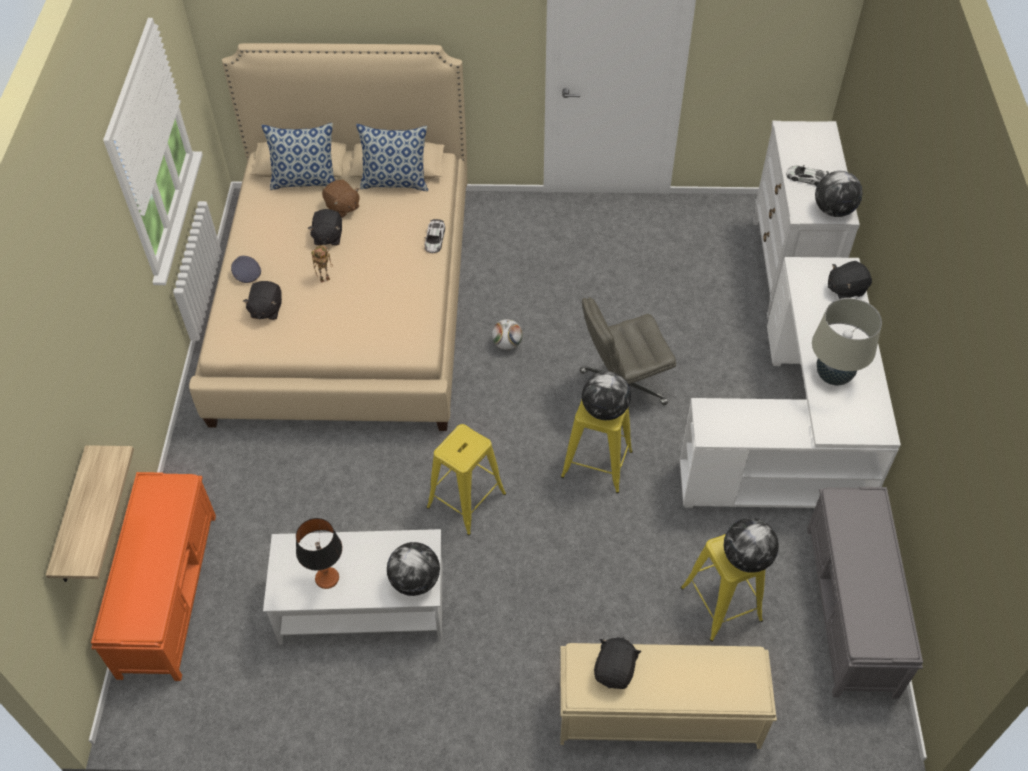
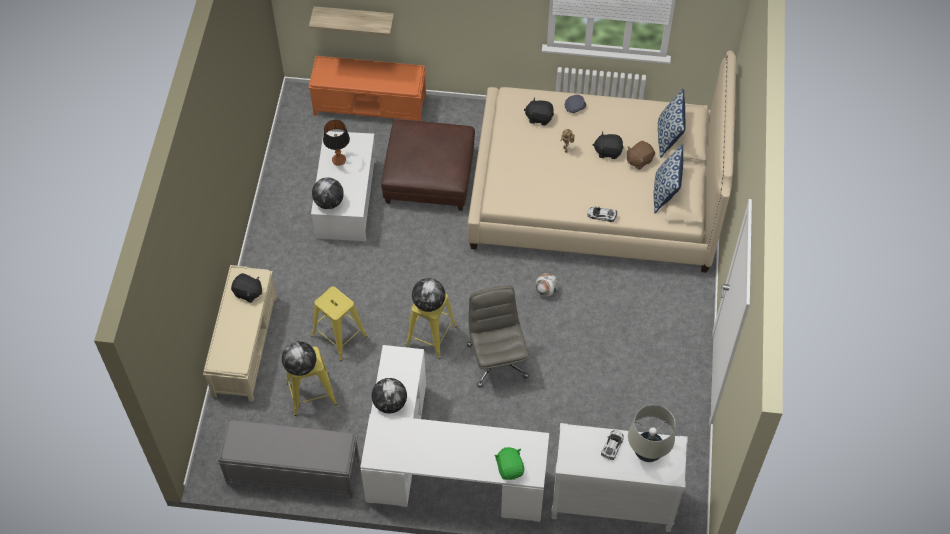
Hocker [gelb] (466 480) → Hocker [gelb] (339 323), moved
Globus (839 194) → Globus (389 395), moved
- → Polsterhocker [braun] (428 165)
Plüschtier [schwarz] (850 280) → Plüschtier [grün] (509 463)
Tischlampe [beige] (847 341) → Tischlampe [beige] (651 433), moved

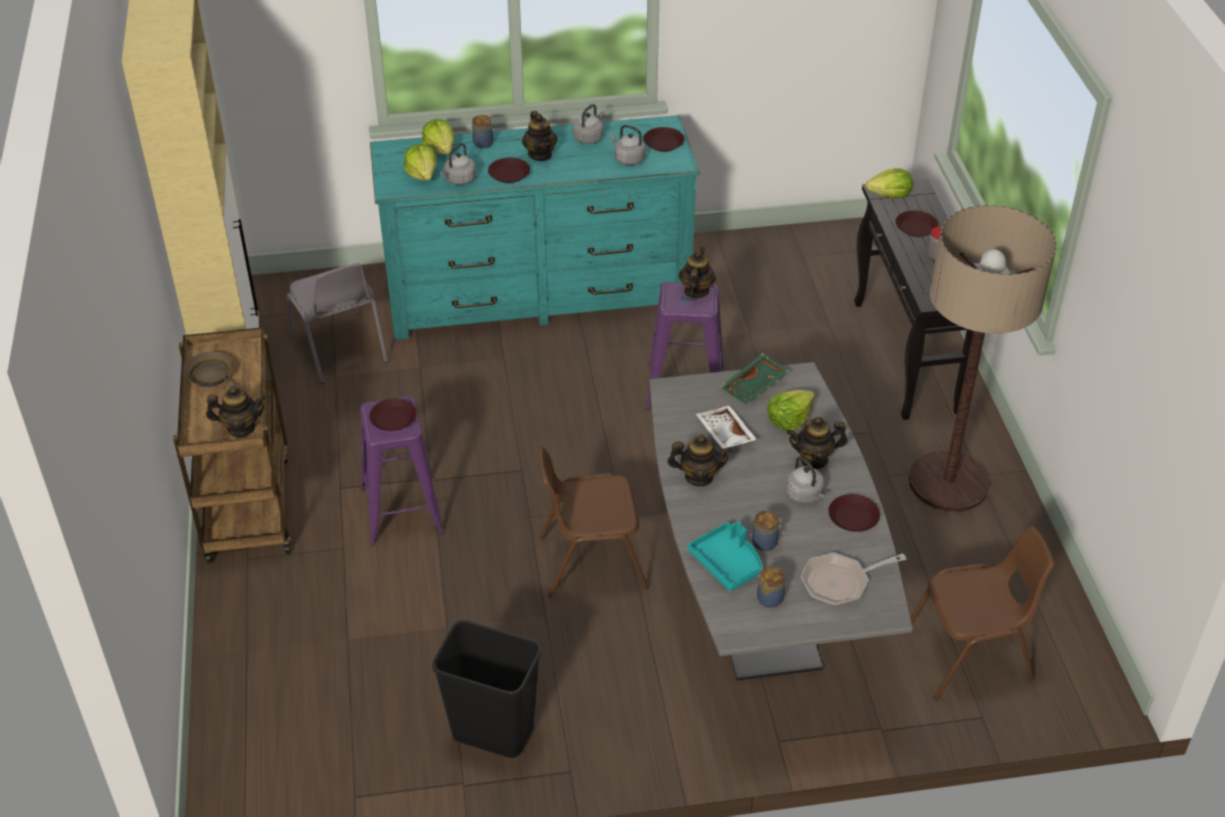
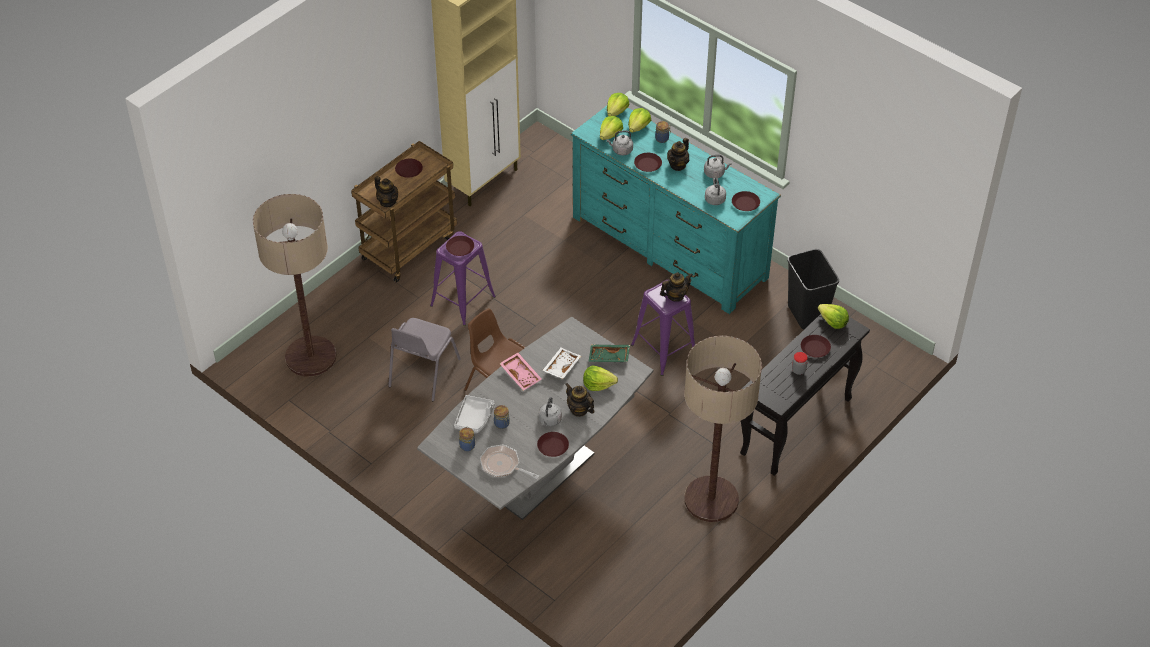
- → Stehlampe (295 285)
Stuhl [grau] (337 323) → Stuhl [grau] (424 359), moved
Pfanne [braun] (218 375) → Teller [braun] (409 168)
Tablett [türkis] (725 556) → Tablett [grau] (474 414)
Teekanne (699 460) → Tablett [rosa] (520 372)
- → Salatkopf (618 104)
Mülleimer [schwarz] (487 689) → Mülleimer [schwarz] (813 289), moved
Stuhl [braun] (982 613) → -

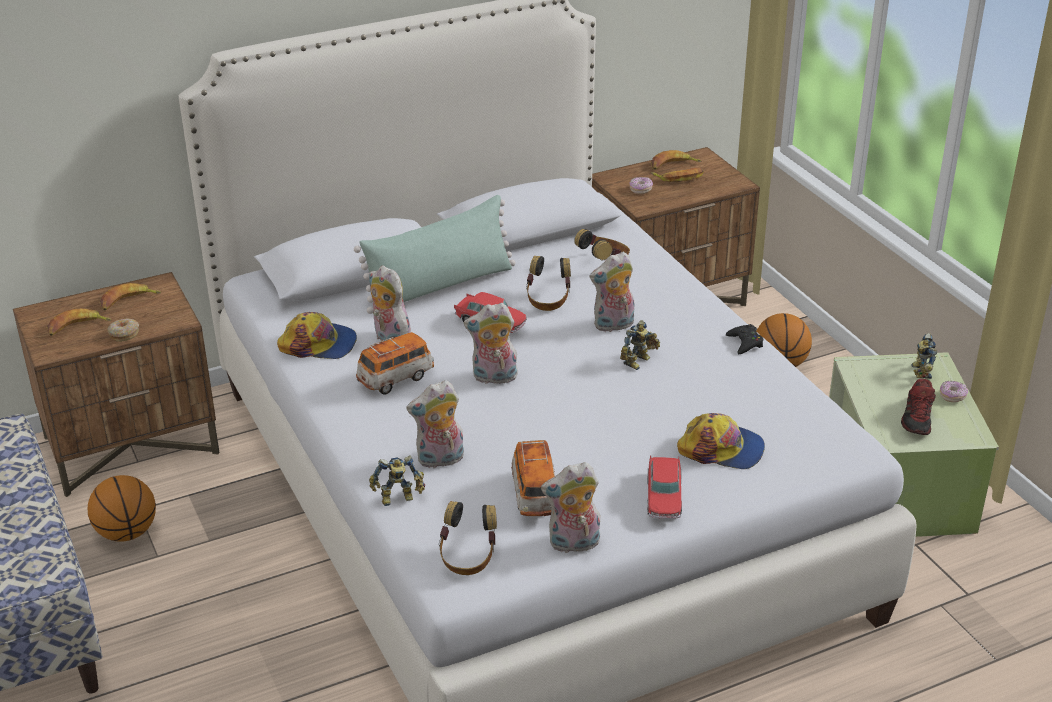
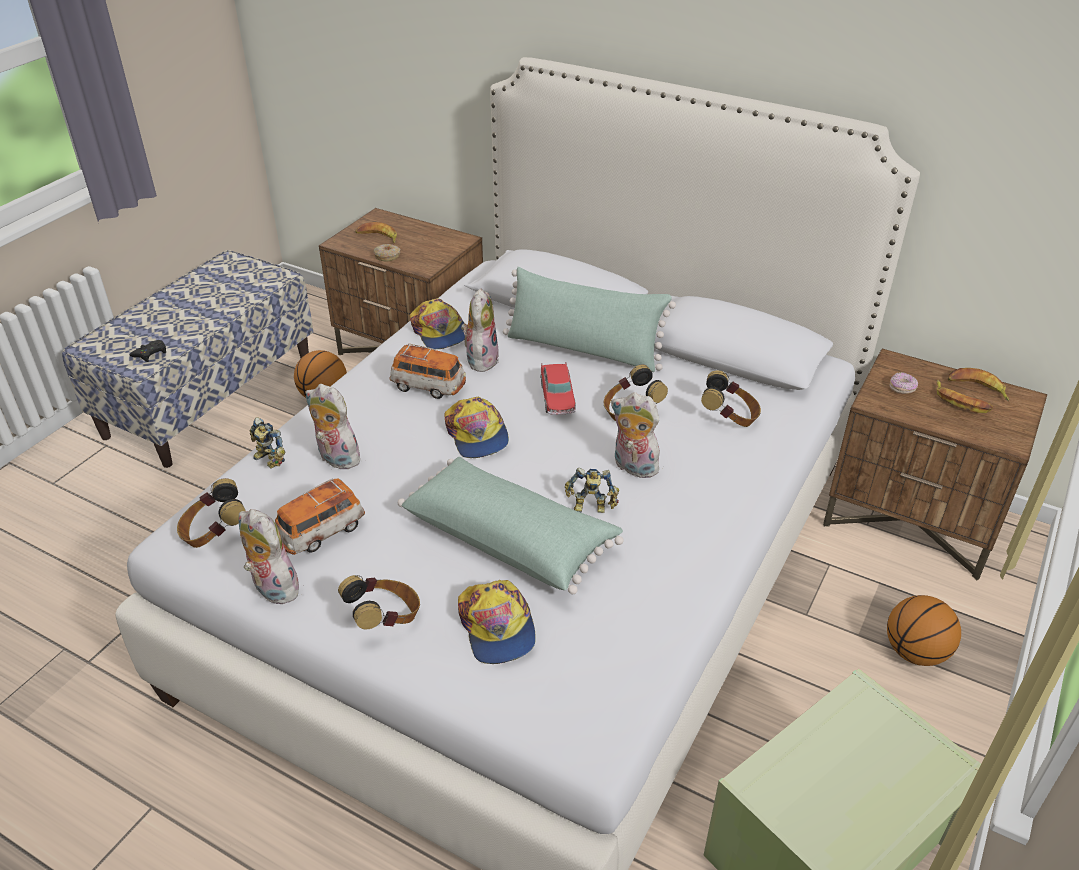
Gamepad [schwarz] (744 339) → Gamepad [schwarz] (148 351), moved
Spielzeugauto (664 487) → Kopfhörer (379 602)
- → Kissen [grün] (511 525)
Plüschtier (492 343) → Kappe (476 427)
Banane (130 296) → -
Schuh (918 407) → -
Spielzeugroboter (924 356) → -
Donut (954 391) → -

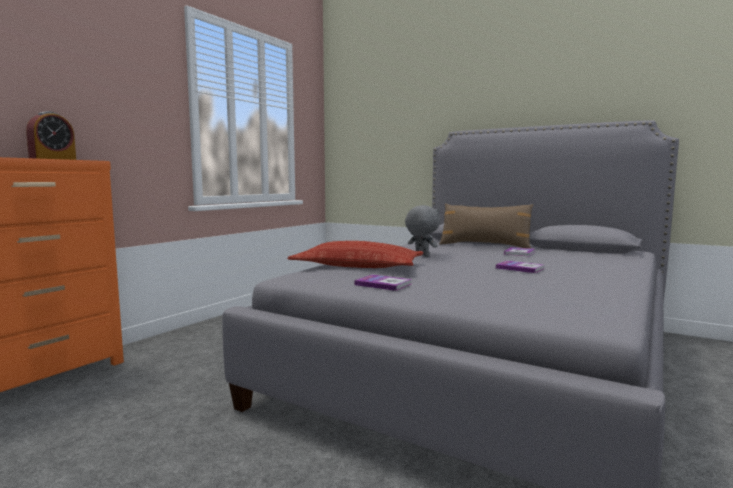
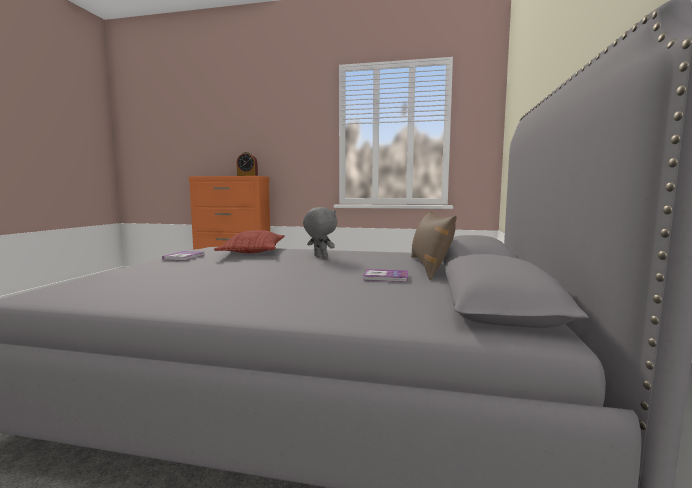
Plüschtier [grau] (422 231) → Plüschtier [grau] (320 232), 75 degrees counterclockwise
Buch (520 267) → -

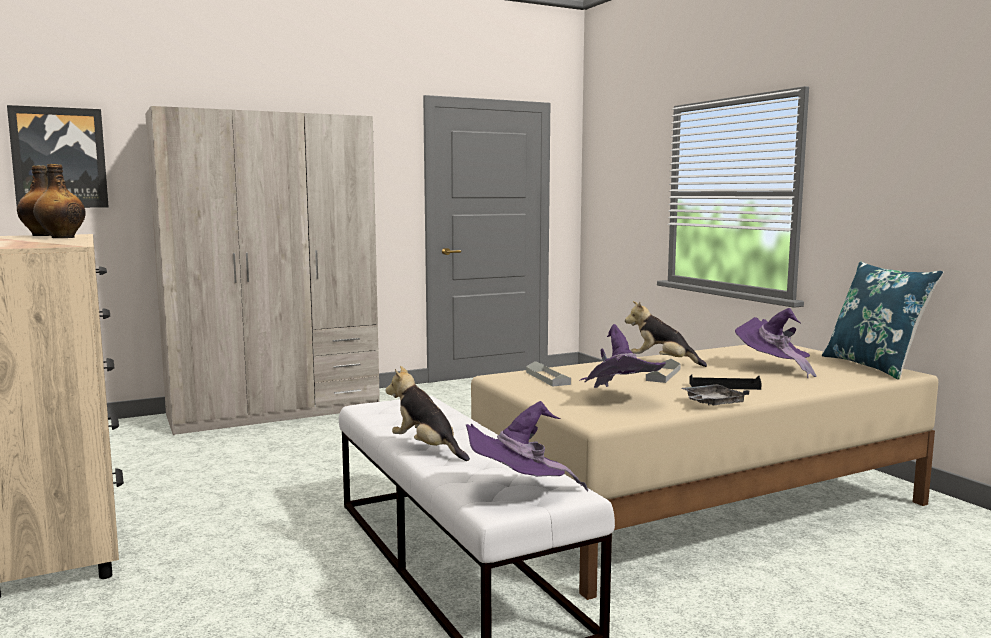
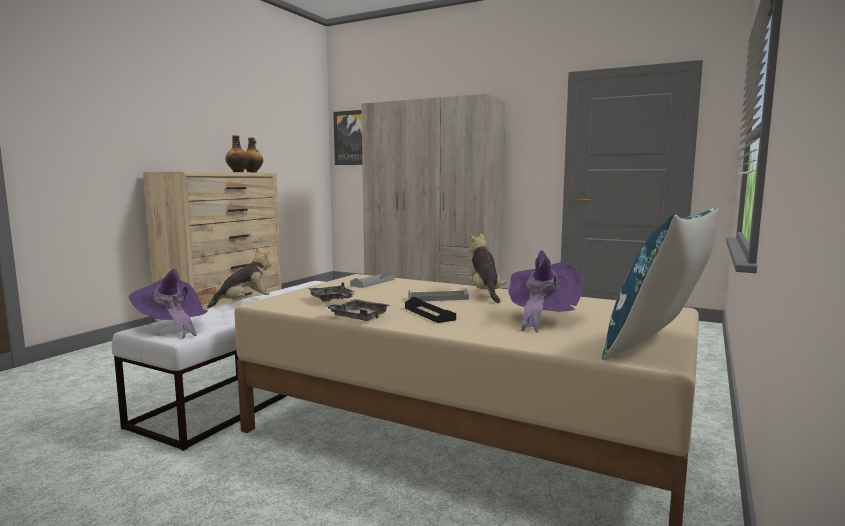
Plüschtier (428 413) → Plüschtier (239 279), 45 degrees clockwise
Hut [lila] (622 356) → Tablett [grau] (331 292)

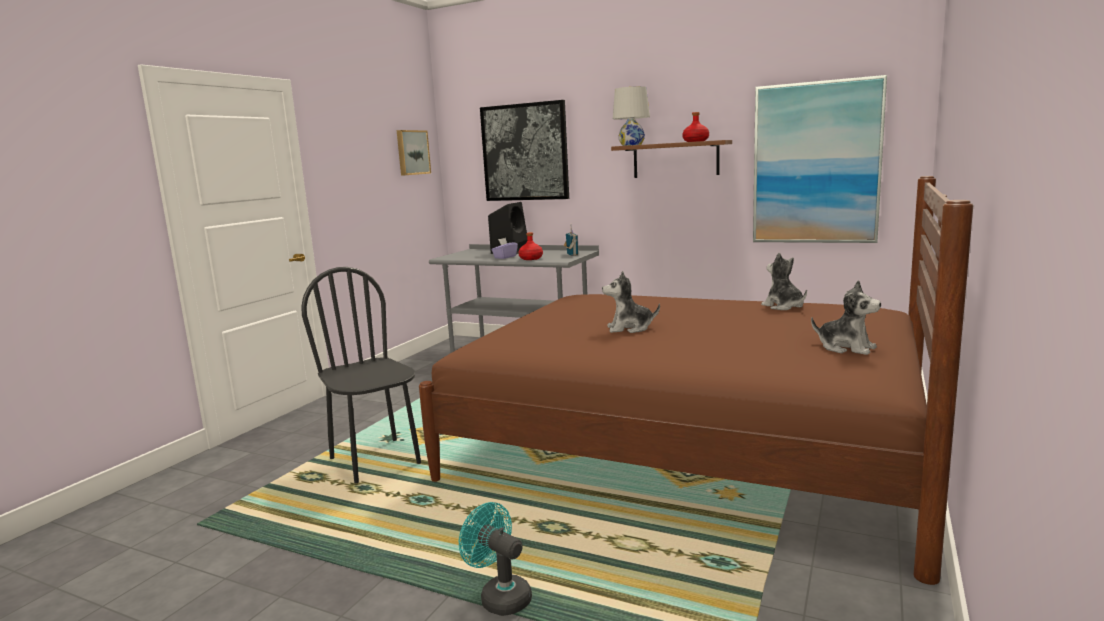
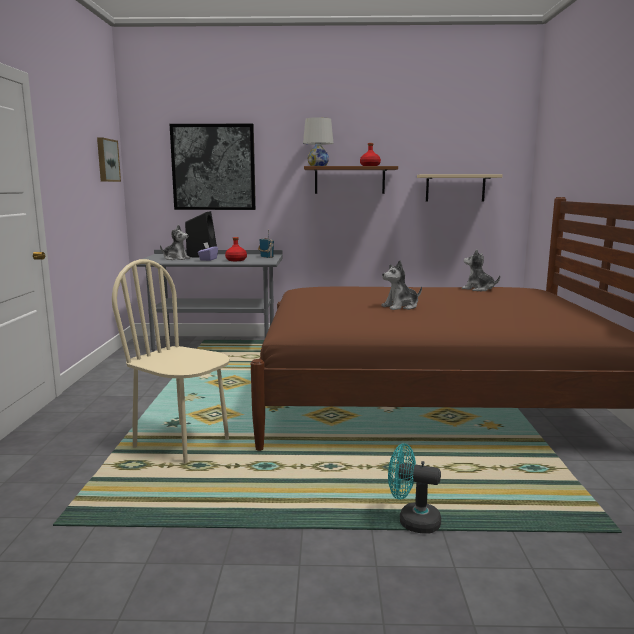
Stuhl [schwarz] (361 375) → Stuhl [beige] (171 361)
Plüschtier (846 317) → Plüschtier (175 242), moved
Bild (820 159) → Wandregal [beige] (460 188)

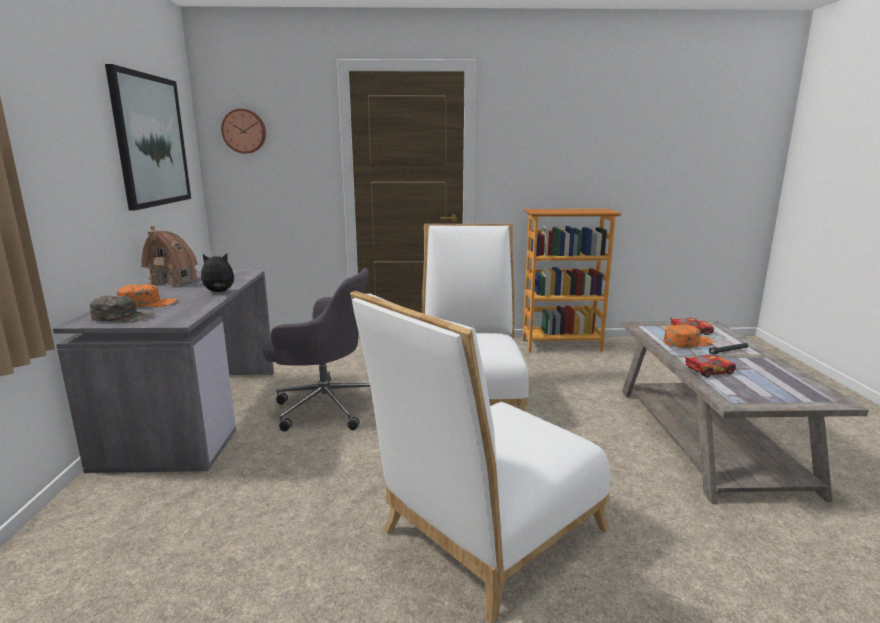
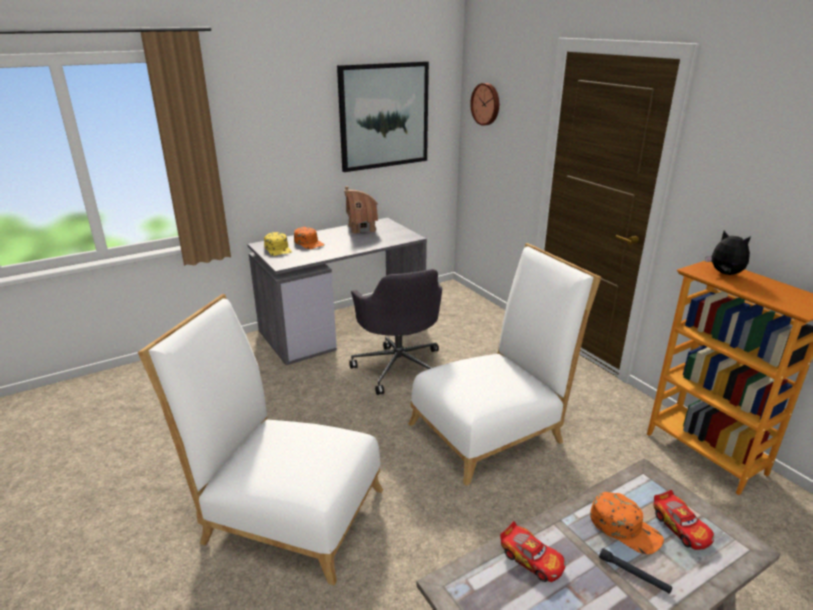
Kappe [grün] (122 309) → Kappe [gelb] (278 244)
Plüschtier (215 272) → Plüschtier (728 253), moved

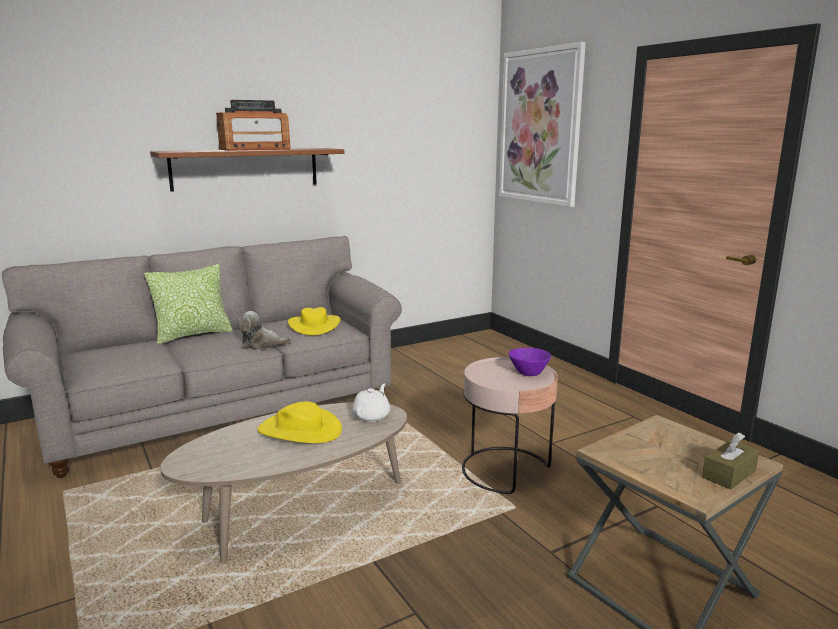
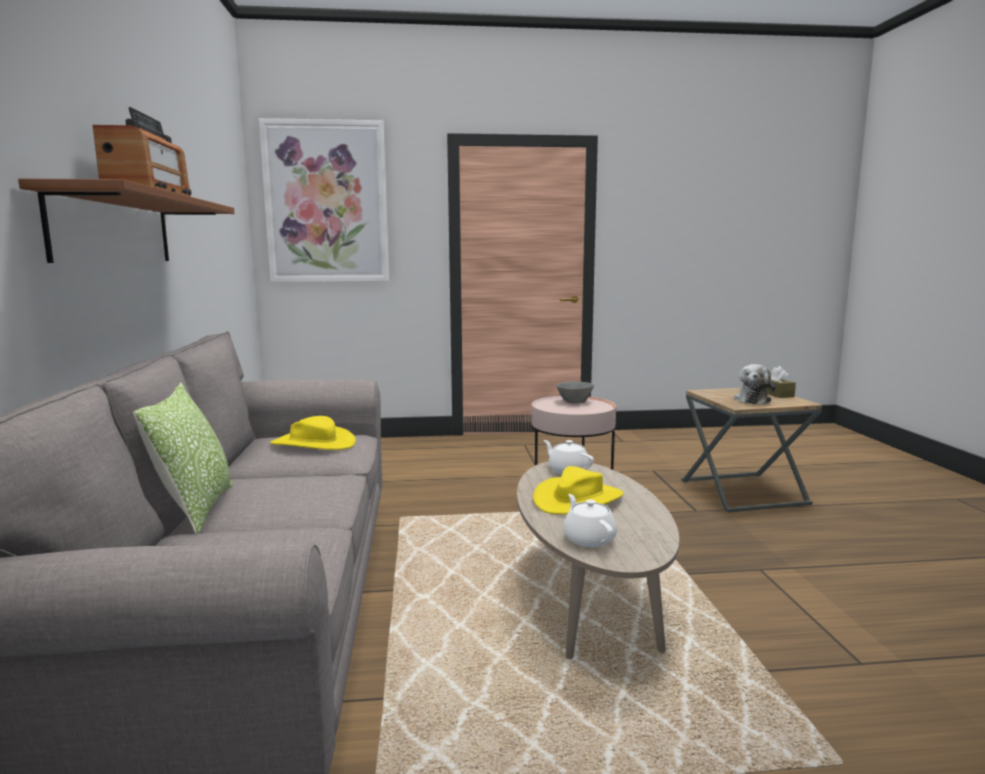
Schüssel [lila] (529 362) → Schüssel [grau] (575 392)
- → Teekanne [weiß] (590 521)
Plüschtier (264 330) → Plüschtier (755 384), moved

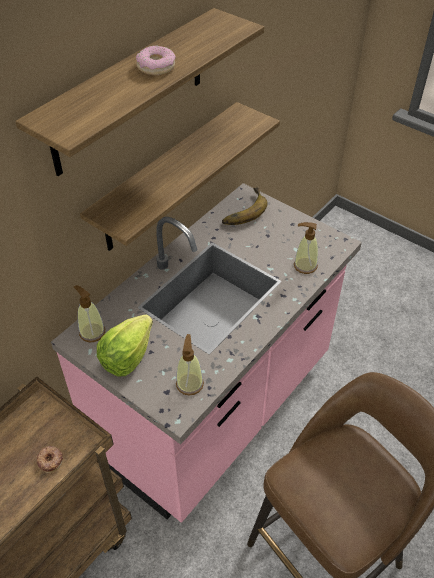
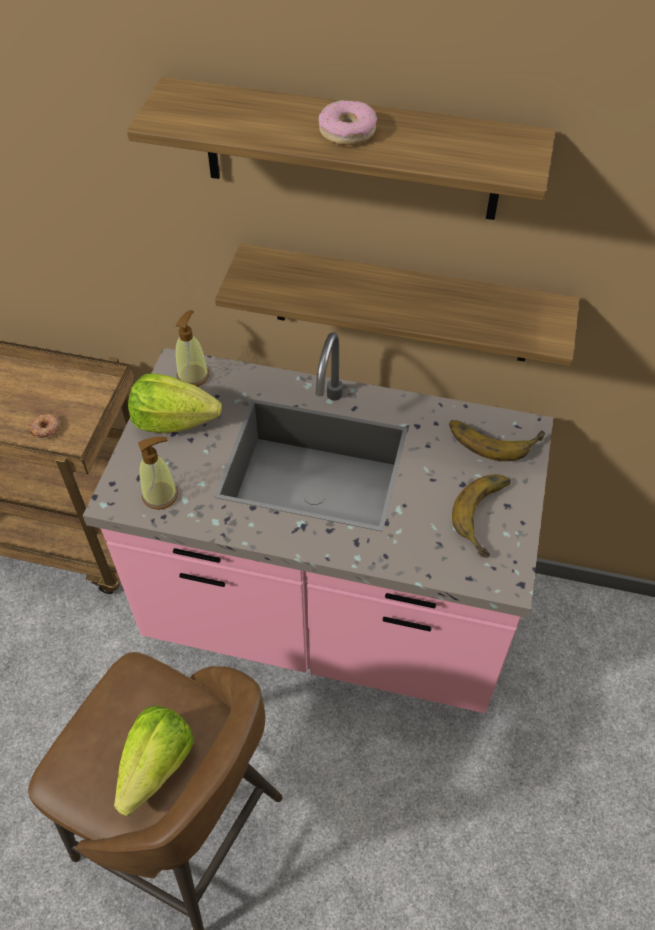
- → Salatkopf (154 760)
- → Banane (481 516)
Seifenspender (306 248) → -

